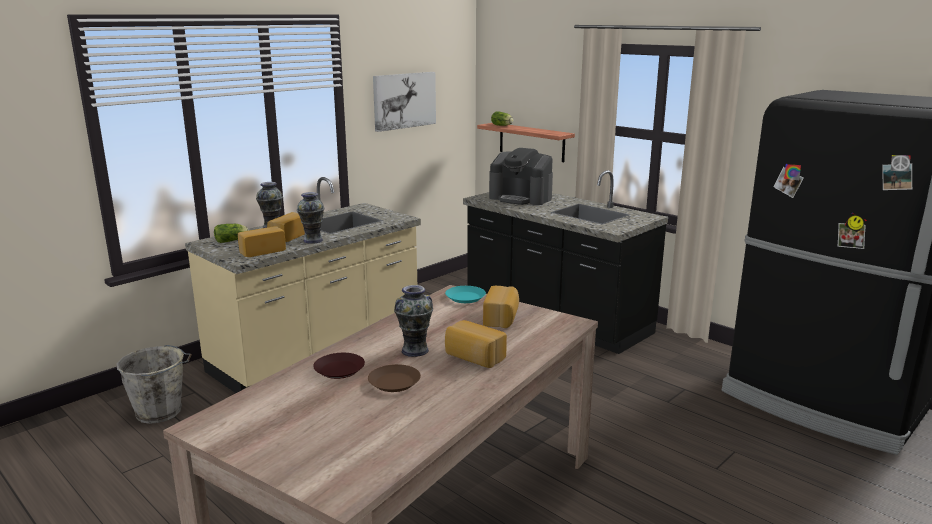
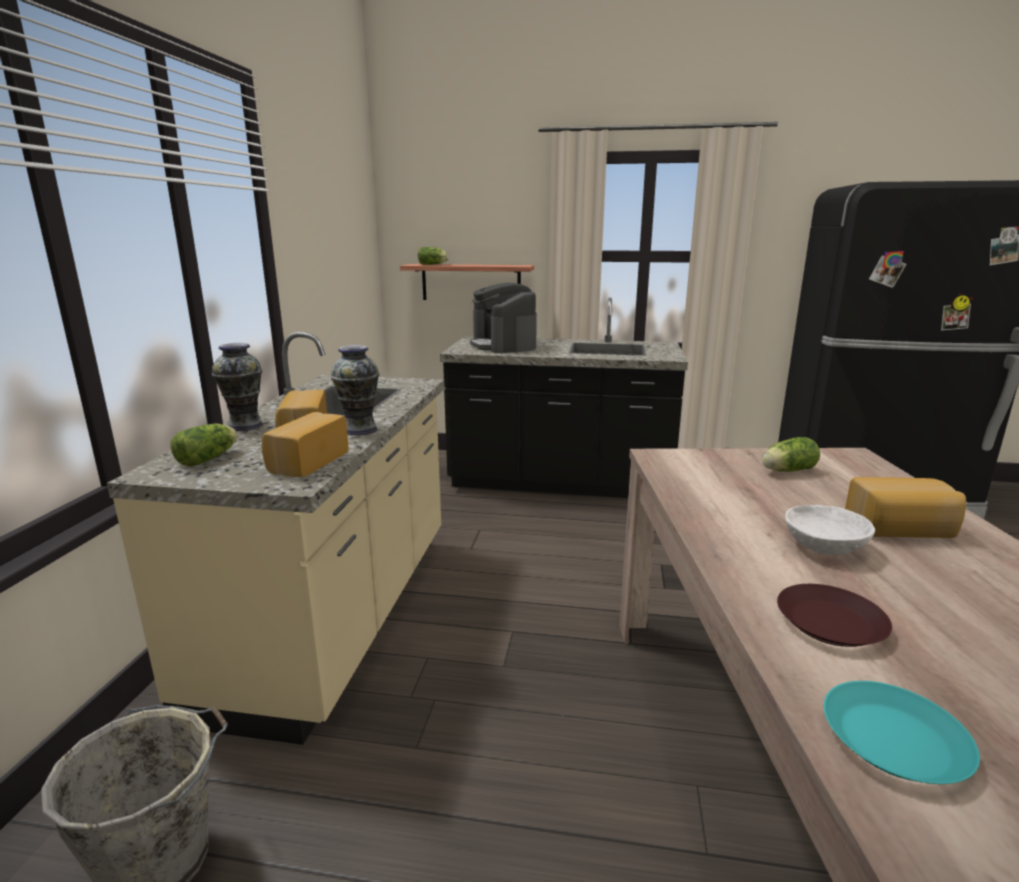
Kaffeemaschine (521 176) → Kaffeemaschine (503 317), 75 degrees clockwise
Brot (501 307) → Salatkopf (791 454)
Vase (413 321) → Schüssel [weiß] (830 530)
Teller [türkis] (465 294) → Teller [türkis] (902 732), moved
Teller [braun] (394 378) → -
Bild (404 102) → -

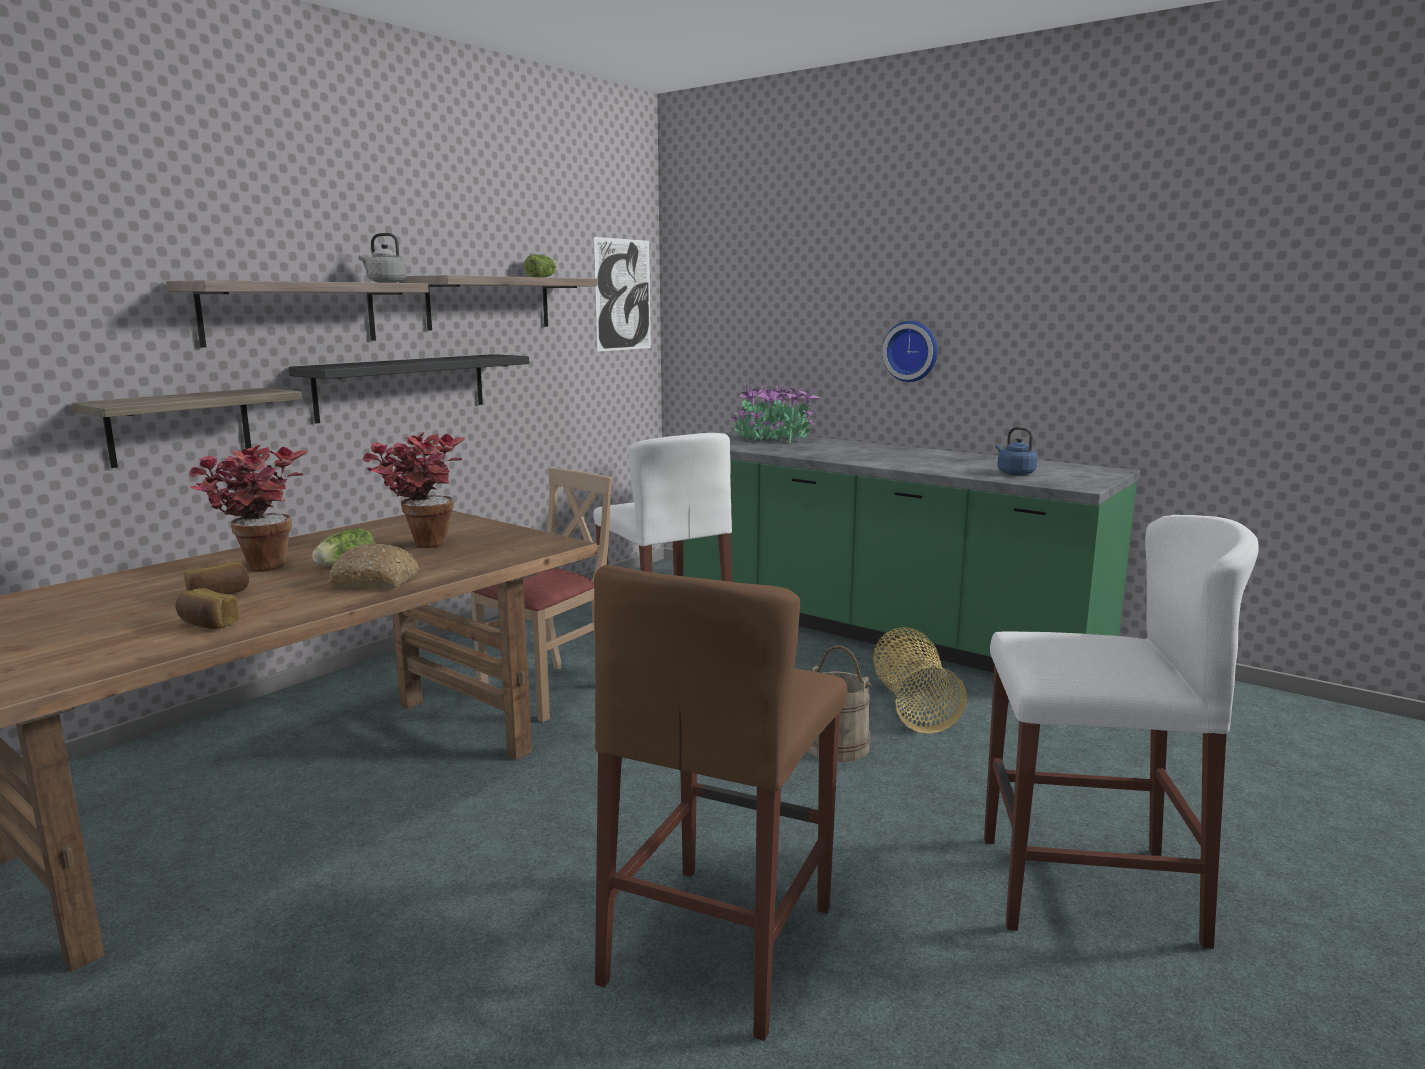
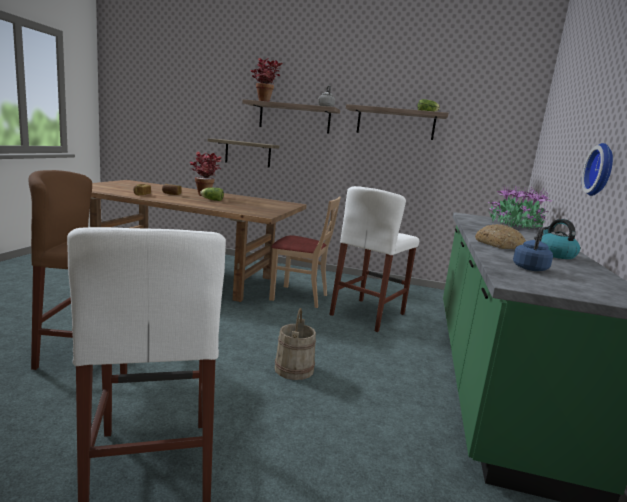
Topfpflanze (413 490) → Topfpflanze (266 79), moved
Brot (373 566) → Brot (500 236), moved
- → Wasserkessel (560 239)
Wandregal [schwarz] (408 388) → -
Bild (622 294) → -
Korb (920 680) → -

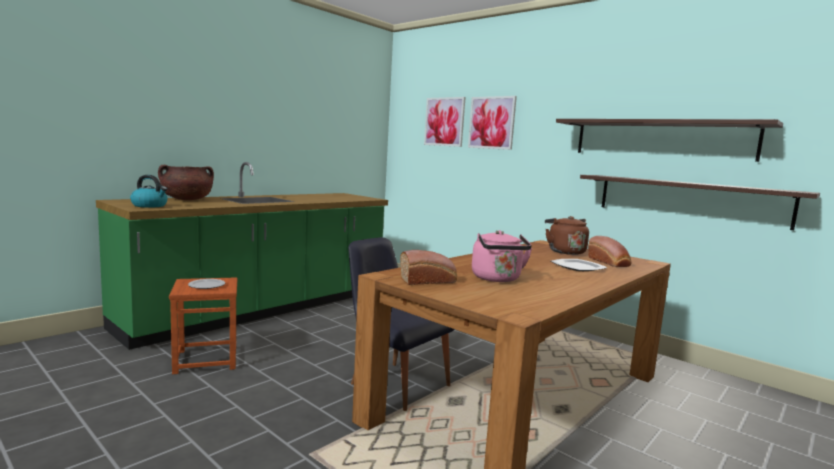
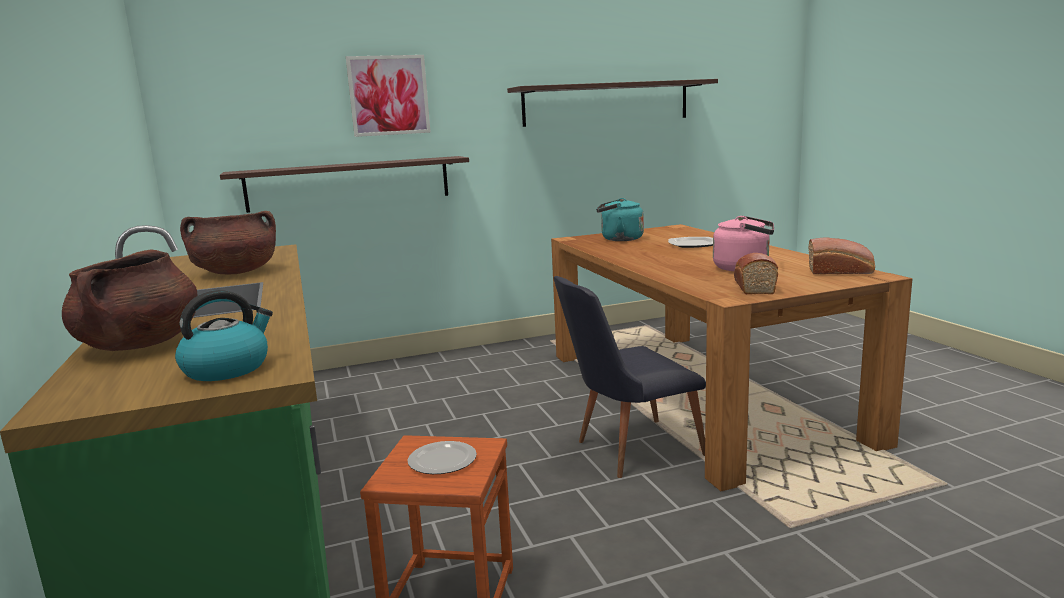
- → Kochtopf [braun] (228 242)
Wandregal (700 202) → Wandregal (344 184), moved
Wasserkessel [braun] (567 235) → Wasserkessel [türkis] (620 219)
Brot (609 251) → Brot (842 255), moved
Bild (445 122) → -

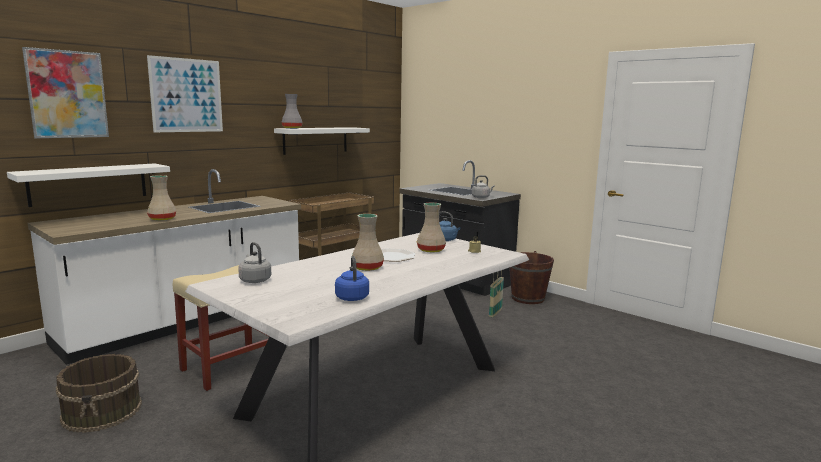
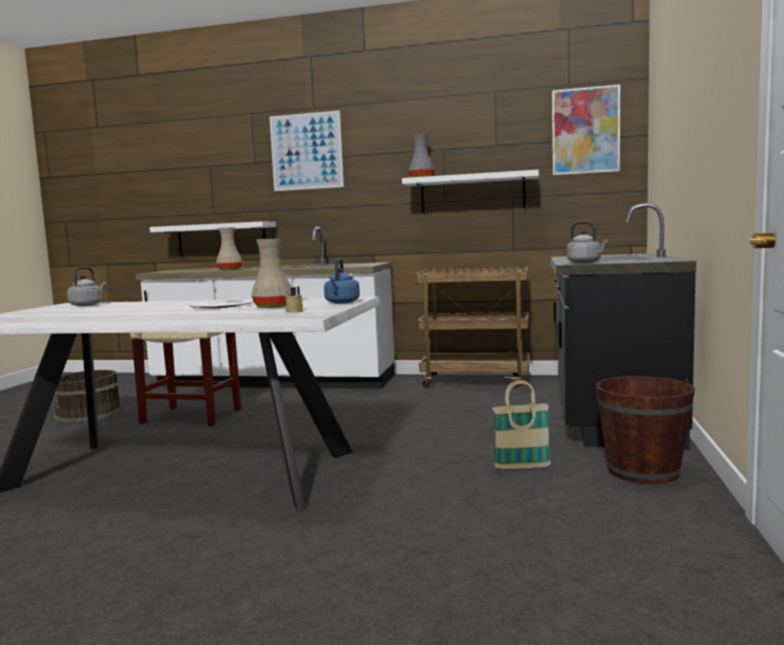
Bild (65 92) → Bild (586 130), moved
Wasserkessel [blau] (352 278) → -
Vase [beige] (368 242) → -

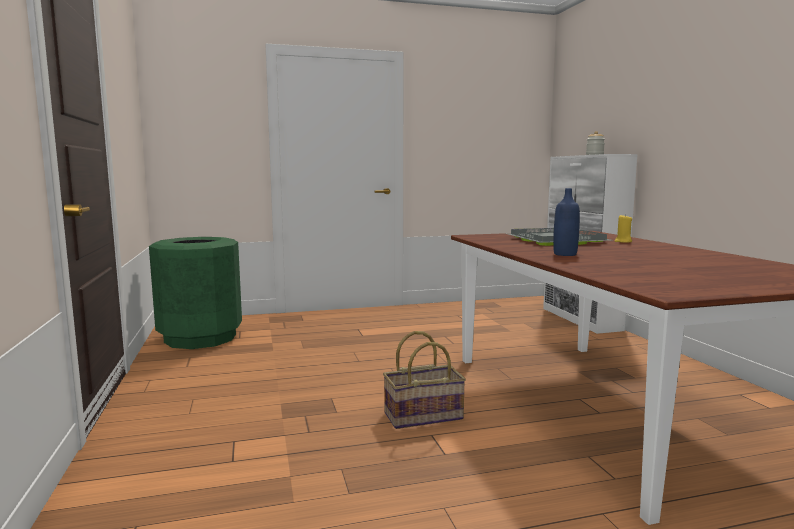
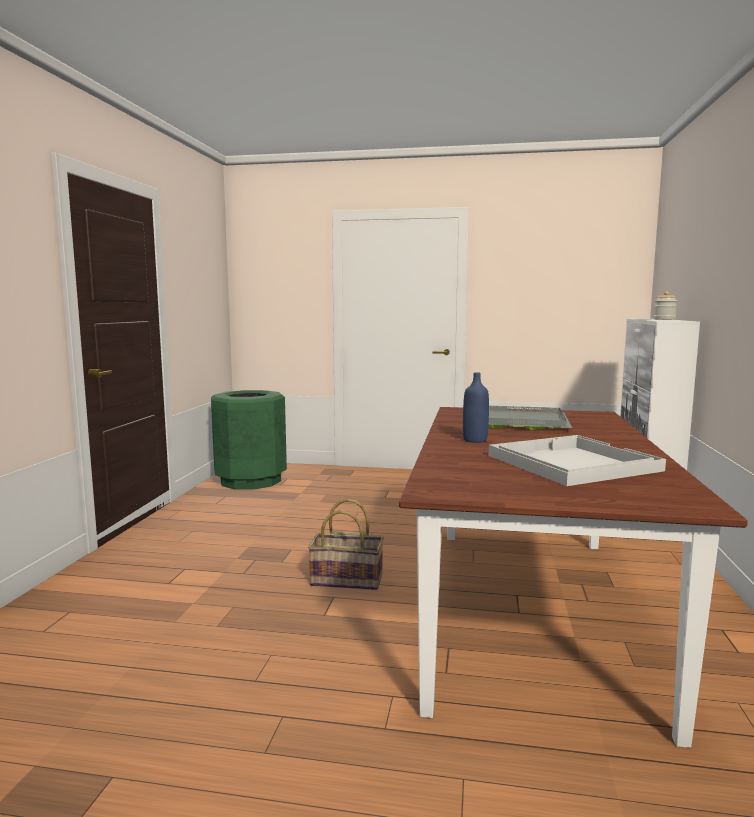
- → Tablett [weiß] (577 460)
Kerze [gelb] (623 228) → -

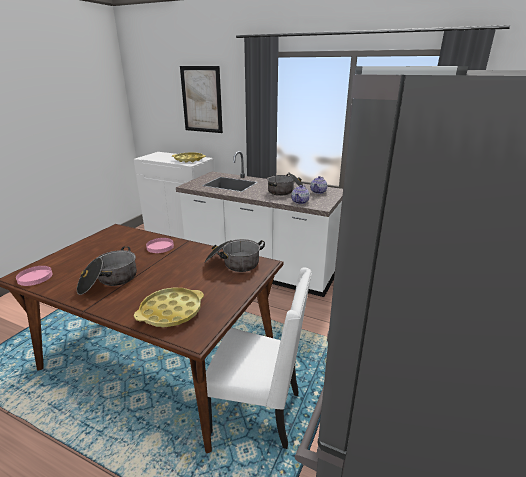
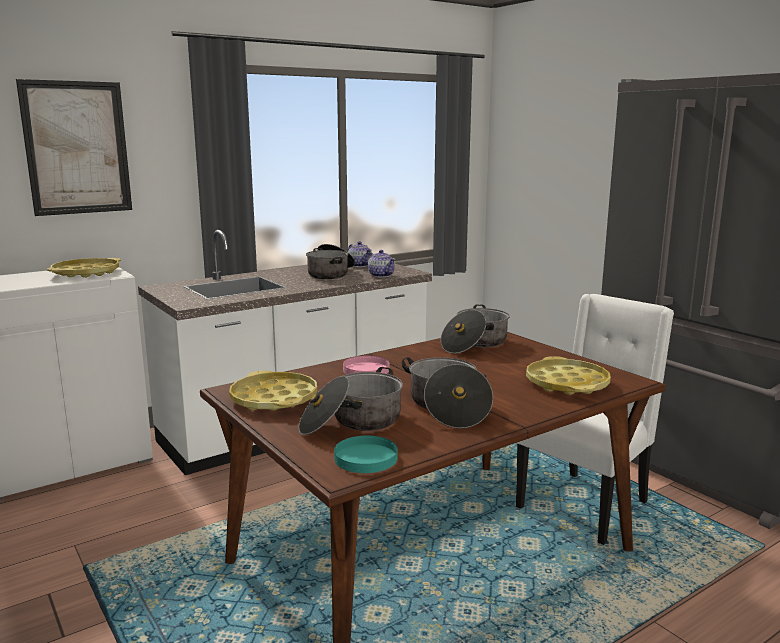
- → Tablett [gelb] (273 390)
- → Kochtopf (351 401)
Teller [rosa] (34 276) → Teller [türkis] (366 454)

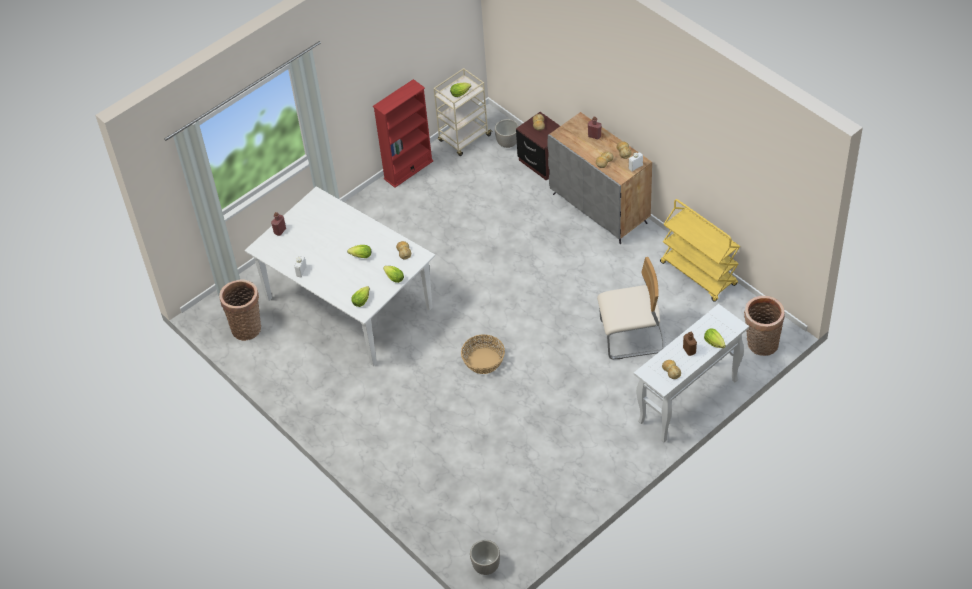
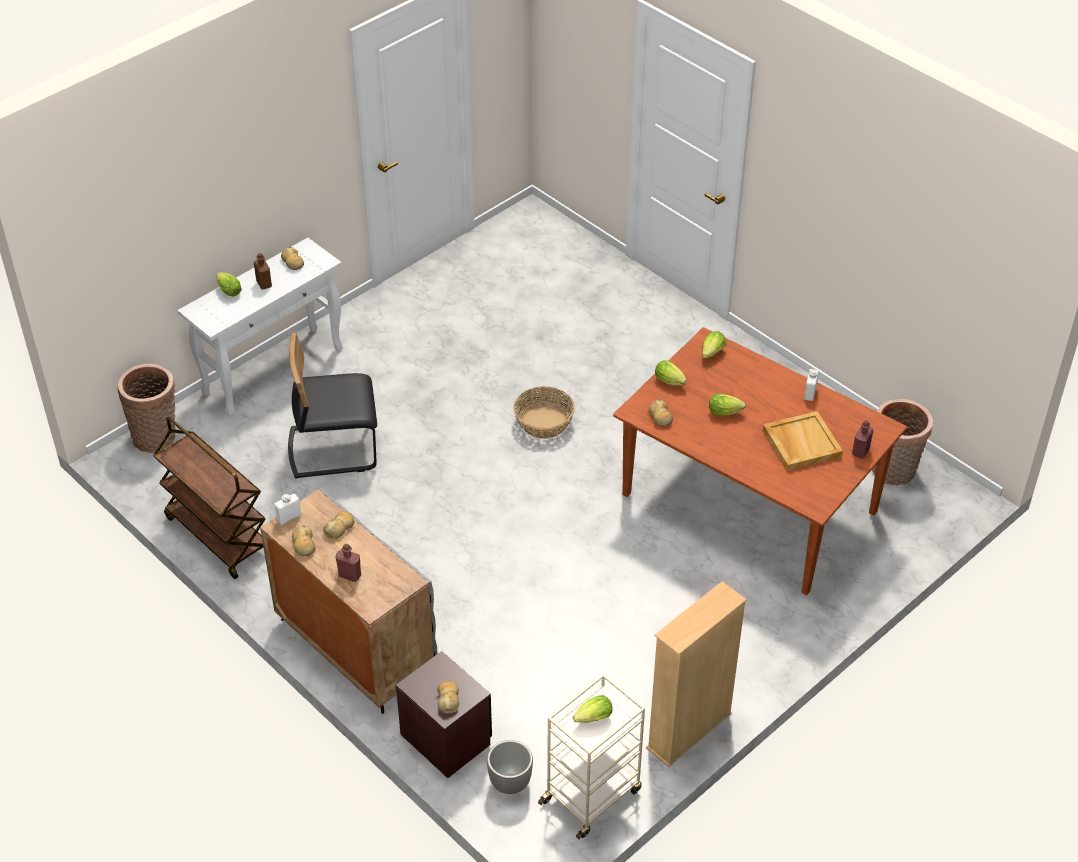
Rollwagen [gelb] (700 250) → Rollwagen [braun] (209 498)
Stuhl [beige] (631 308) → Stuhl [schwarz] (332 406)
Esstisch [weiß] (340 276) → Esstisch [braun] (760 461)
Bücherregal [rot] (403 133) → Bücherregal [beige] (696 674)
- → Tablett [beige] (803 441)
Pflanzkübel (485 557) → -

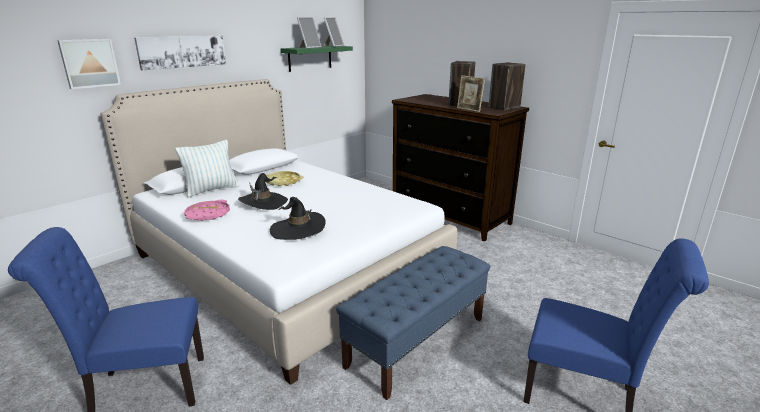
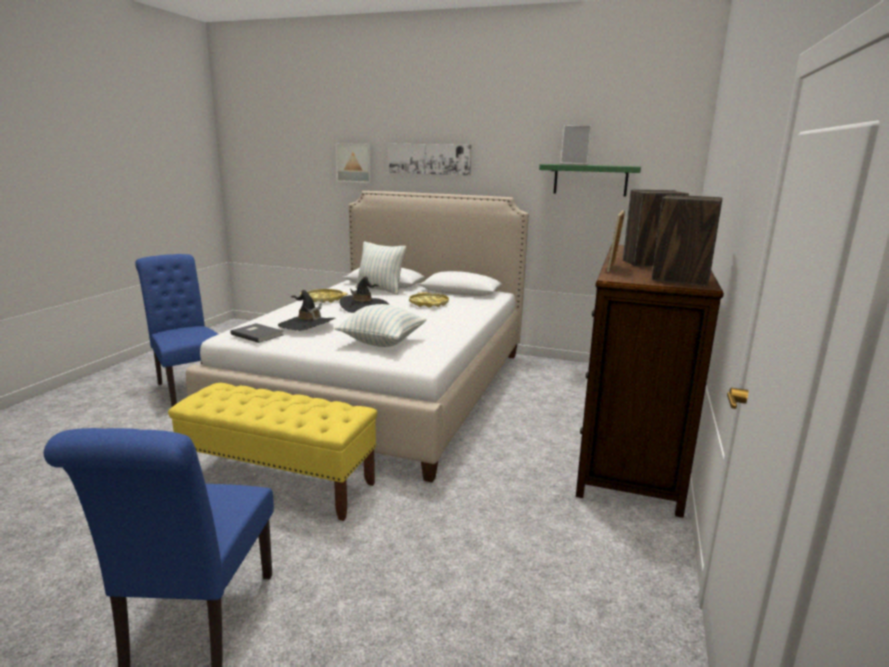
Bank [blau] (413 323) → Bank [gelb] (272 452)
- → Buch [grau] (256 333)
Tablett [rosa] (207 210) → Tablett [gelb] (324 296)
- → Kissen (381 325)
Bilderrahmen (334 32) → -

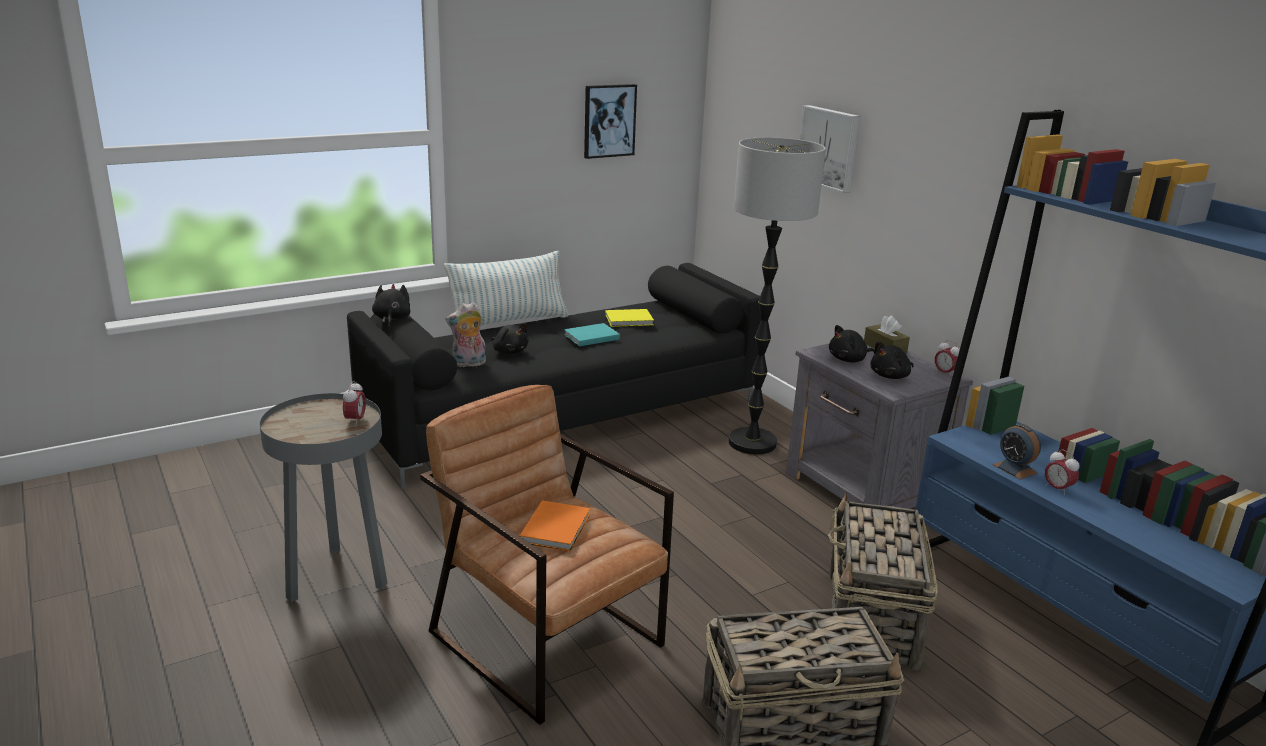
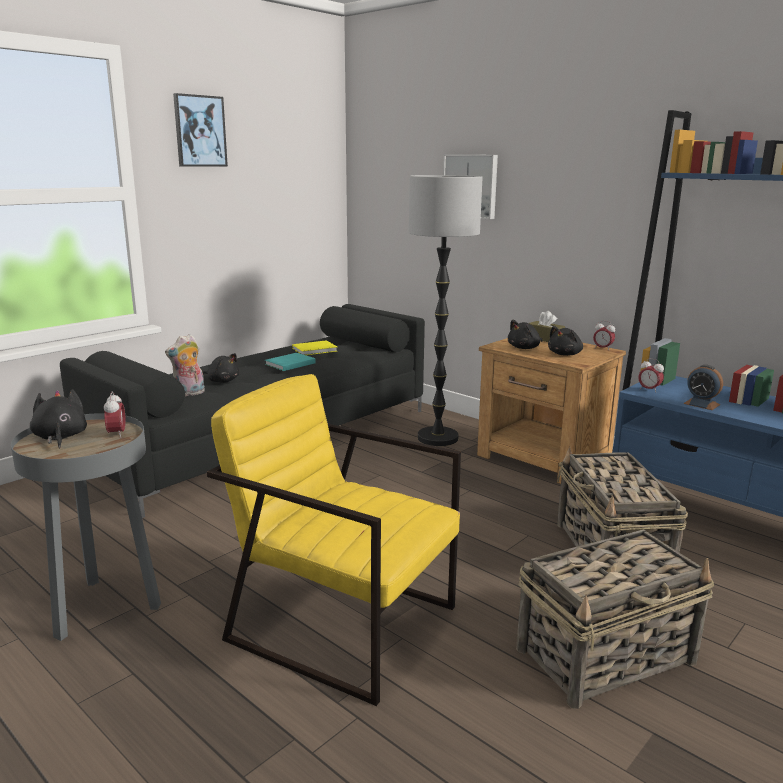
Plüschtier [schwarz] (391 305) → Plüschtier [schwarz] (58 418), moved
Bild (610 121) → Bild (200 130), moved
Sessel [braun] (547 555) → Sessel [gelb] (334 540)
Nachttisch [grau] (879 422) → Nachttisch [braun] (551 411)
Wecker (1062 472) → Wecker (651 375), moved
Kissen (506 288) → -
Buch [orange] (555 526) → -

